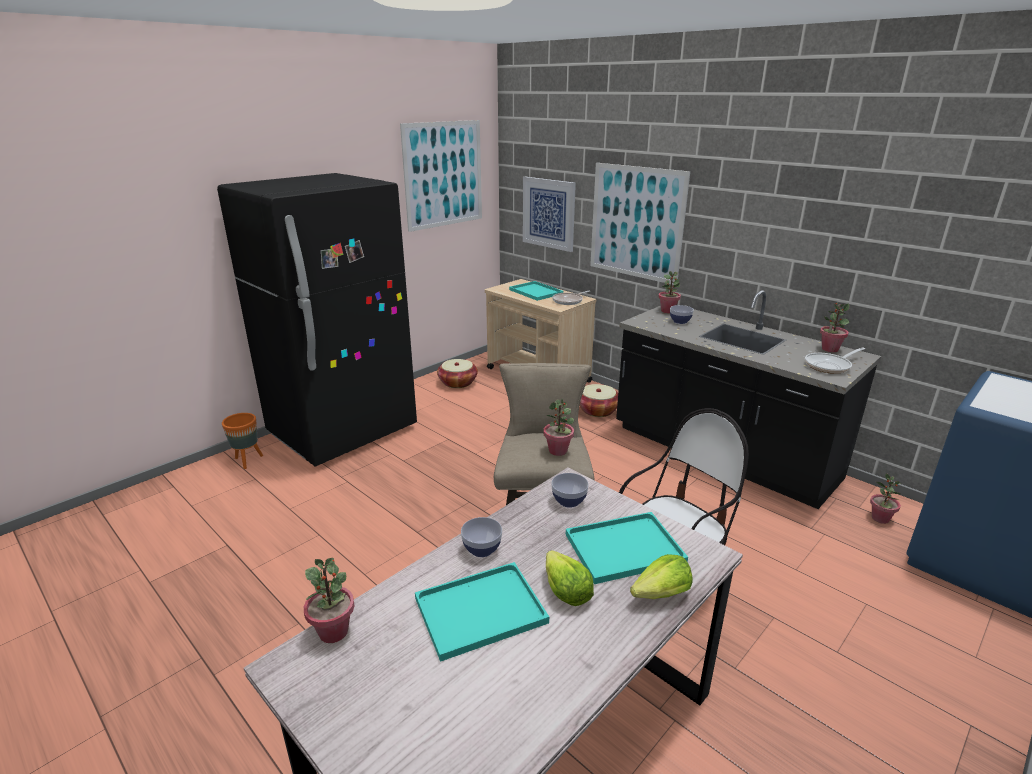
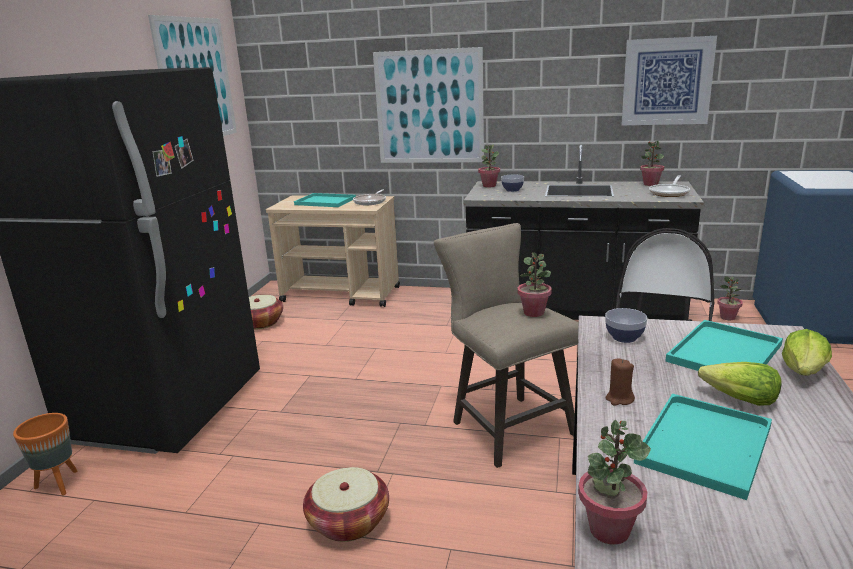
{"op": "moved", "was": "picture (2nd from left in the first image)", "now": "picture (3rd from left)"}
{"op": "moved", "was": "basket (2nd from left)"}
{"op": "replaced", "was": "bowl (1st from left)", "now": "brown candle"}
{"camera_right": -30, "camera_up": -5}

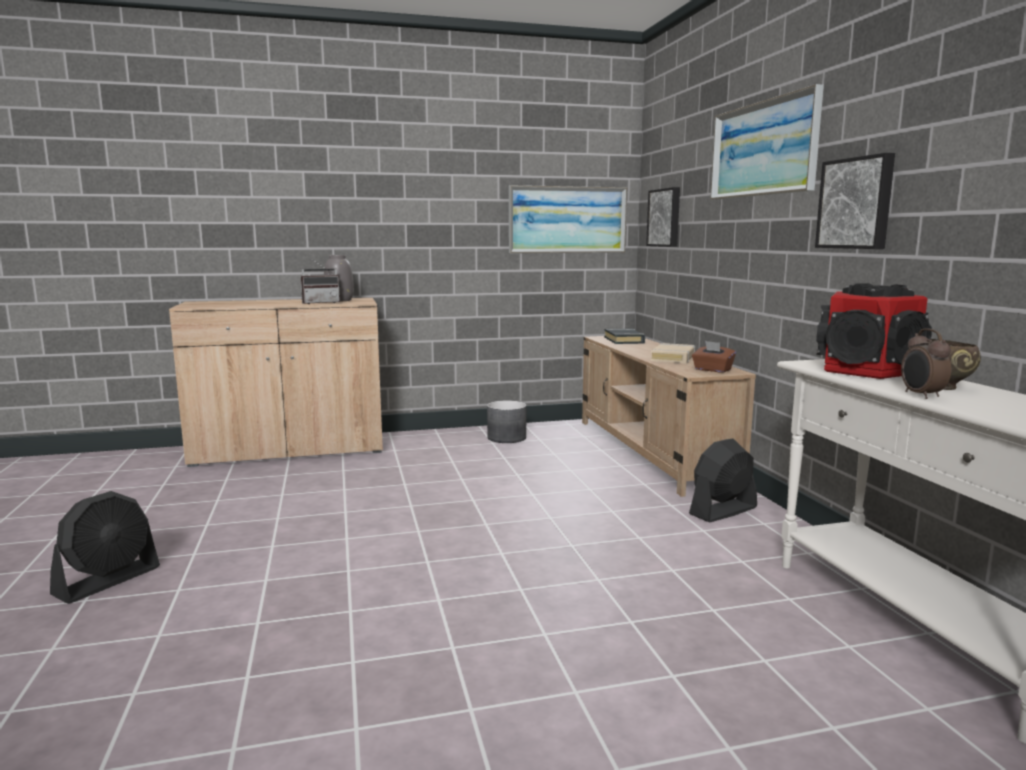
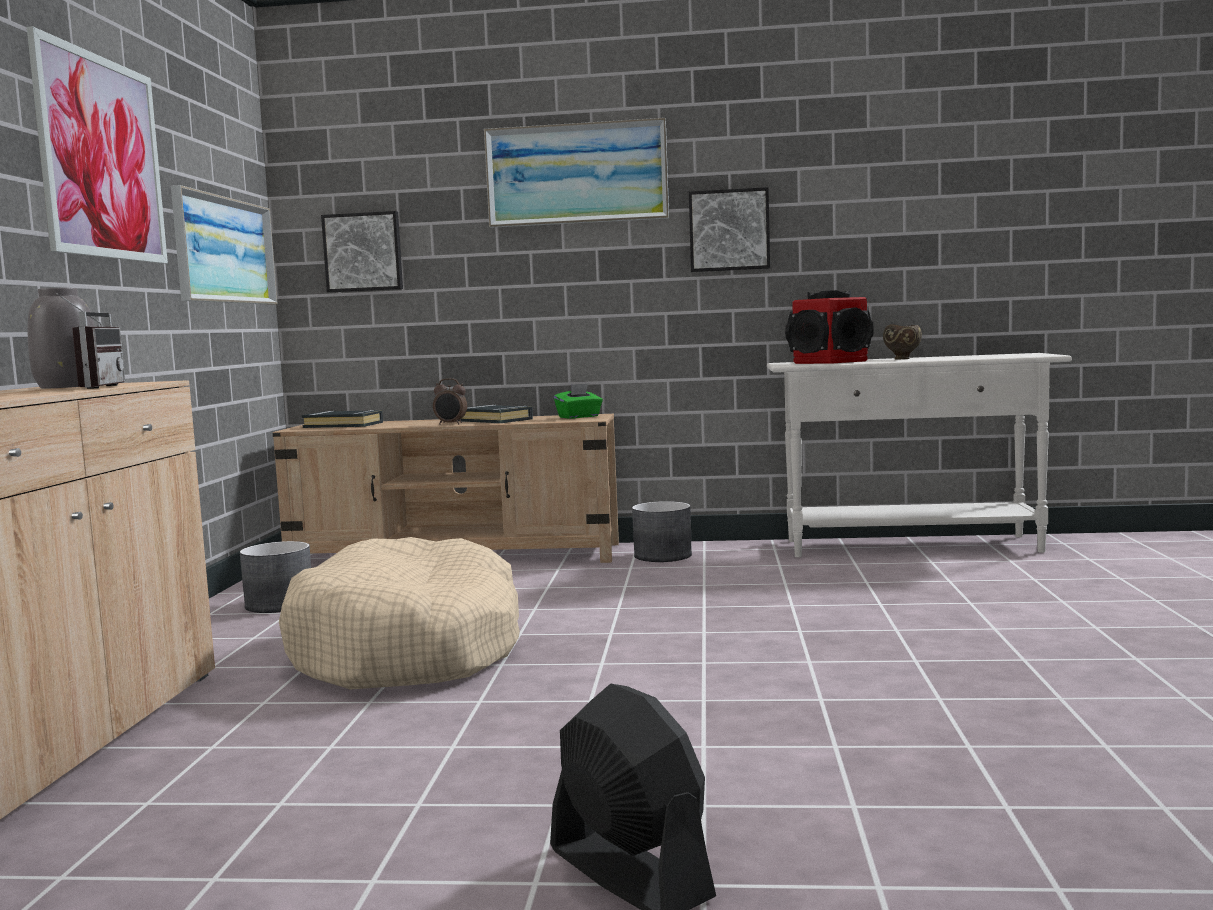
{"op": "moved", "was": "alarm clock"}
{"op": "recoloured", "was": "brown tissue box", "now": "green tissue box"}
{"op": "recoloured", "was": "beige book", "now": "black book (2nd from left)"}
{"op": "replaced", "was": "black fan (2nd from left)", "now": "grey planter (2nd from left)"}
{"op": "added", "now": "picture (1st from left)"}
{"op": "added", "now": "beige dog bed"}
{"camera_right": -70, "camera_up": -5}

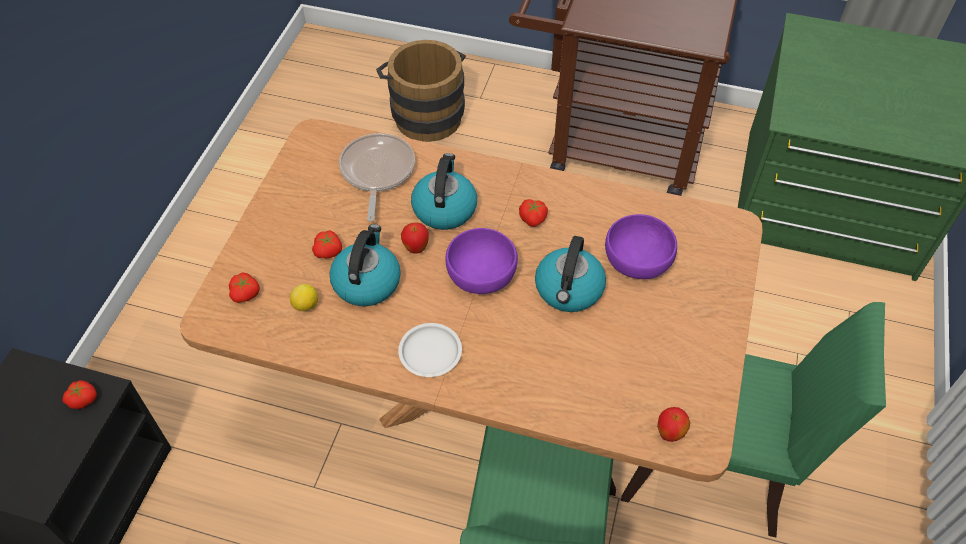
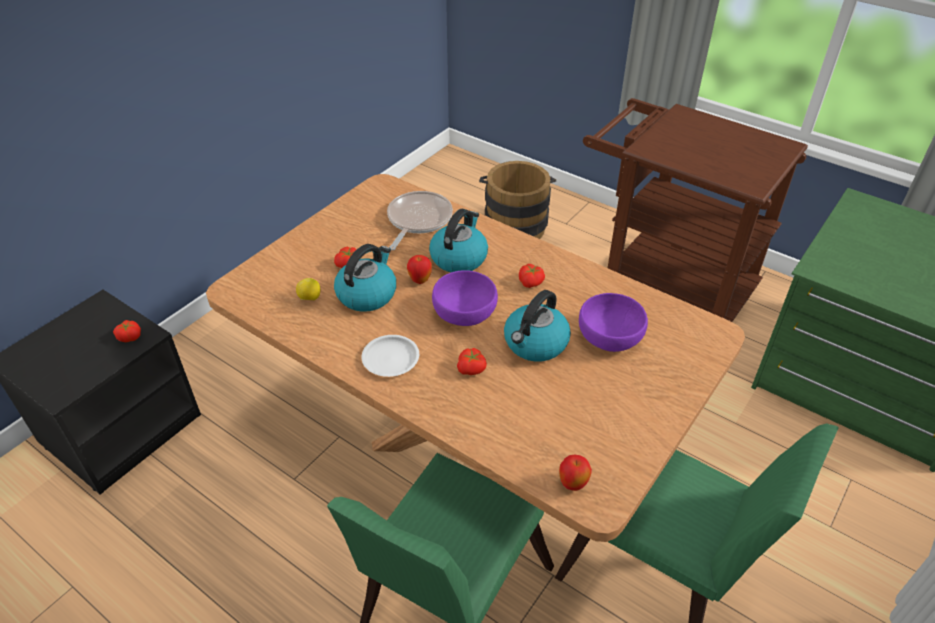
{"op": "moved", "was": "tomato (2nd from left in the first image)", "now": "tomato (3rd from left)"}
{"camera_right": 20, "camera_up": -10}

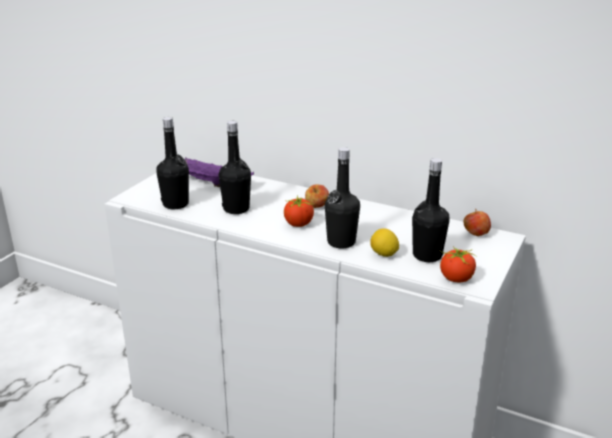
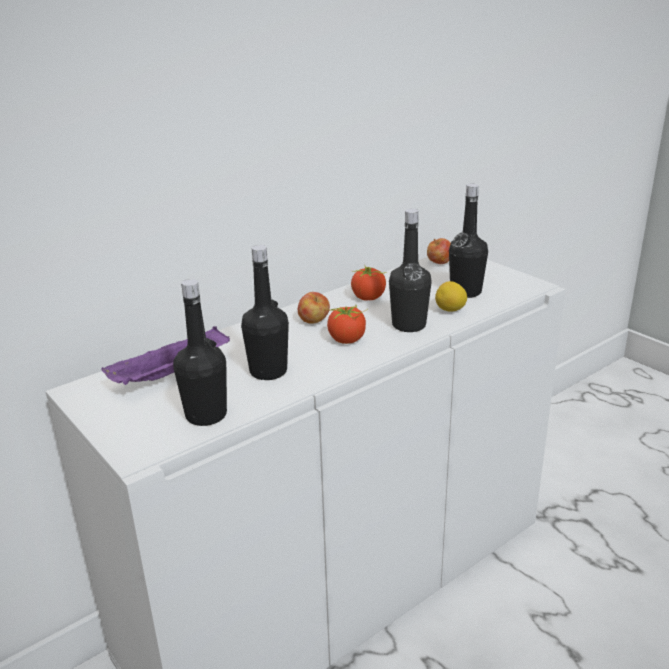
{"op": "moved", "was": "tomato (2nd from left)"}
{"camera_right": -65, "camera_up": 0}

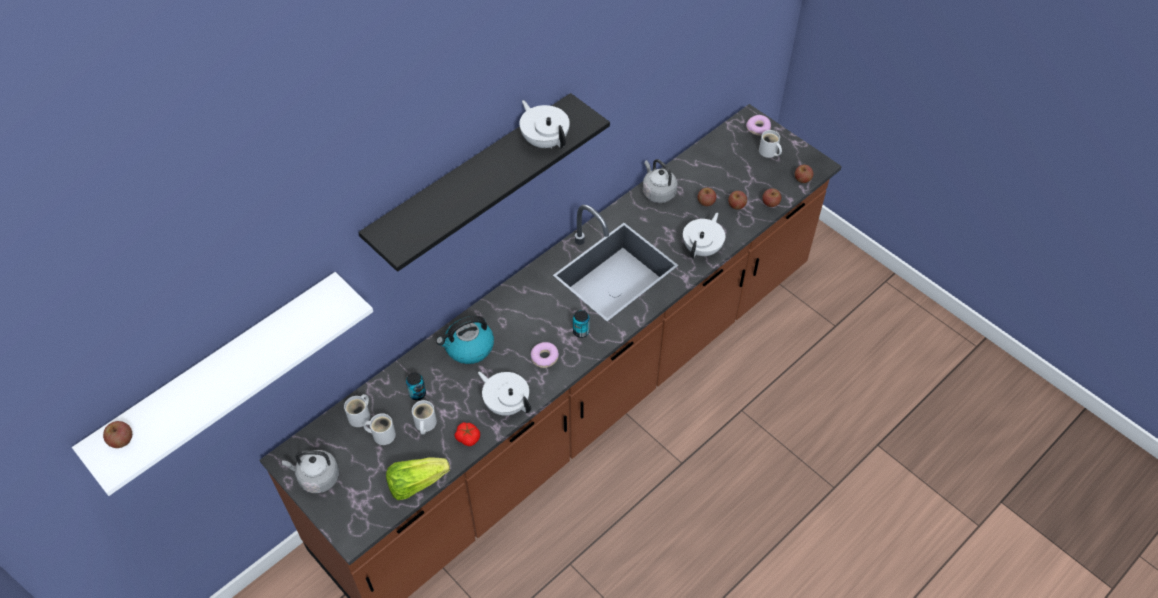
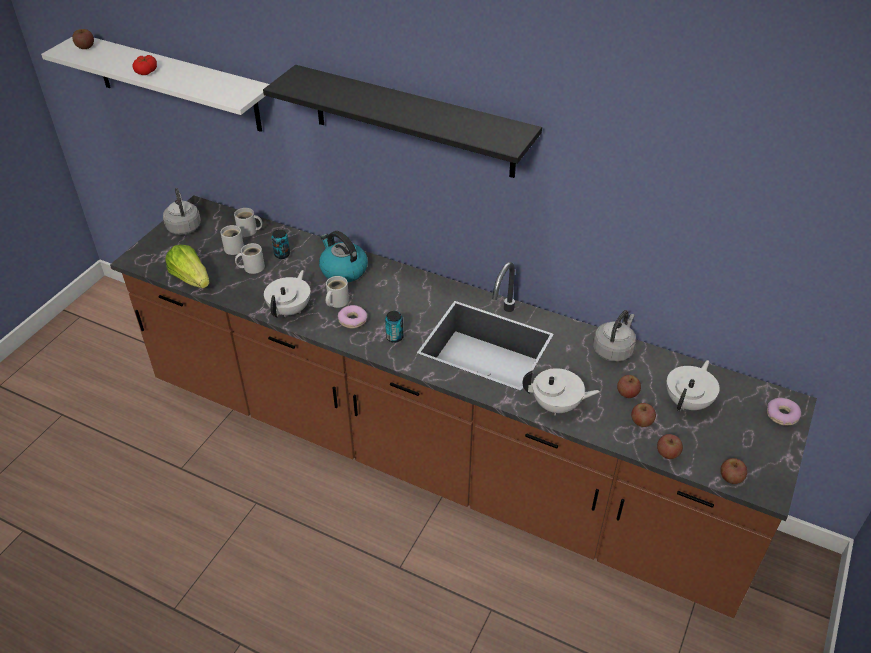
{"op": "moved", "was": "white teapot (2nd from left in the first image)", "now": "white teapot (3rd from left)"}
{"op": "moved", "was": "white mug (4th from left)"}
{"op": "moved", "was": "tomato"}
{"camera_right": 70, "camera_up": -10}

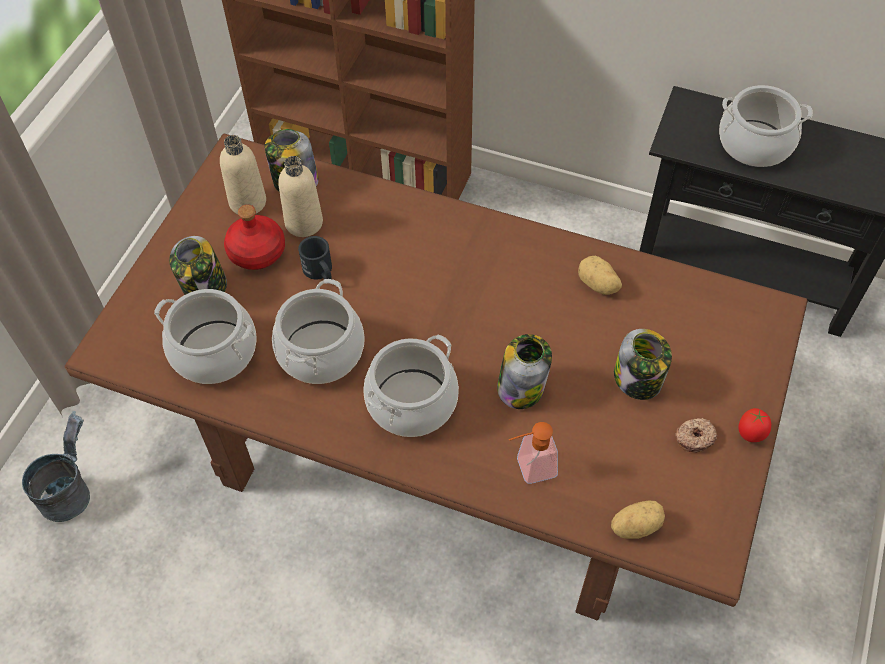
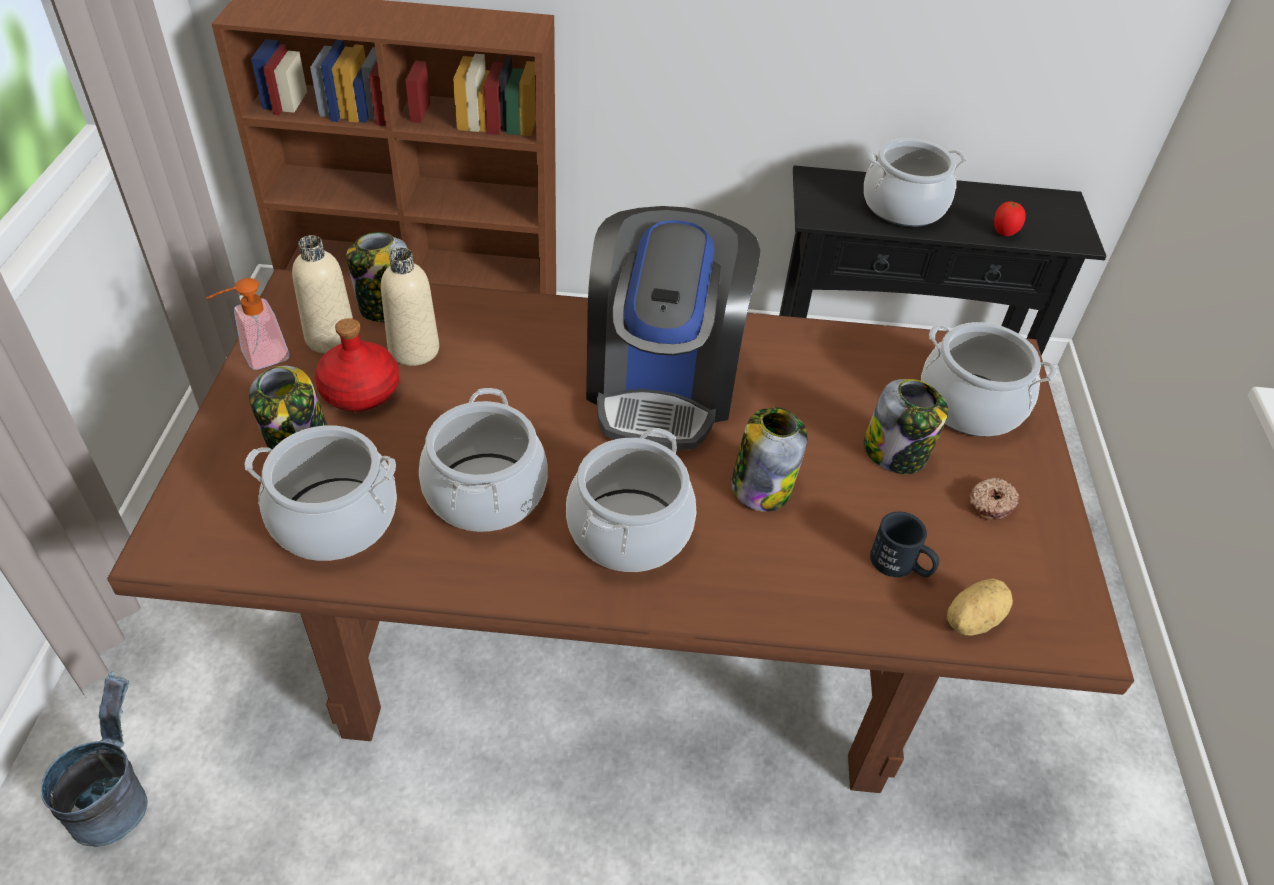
{"op": "moved", "was": "black mug"}
{"op": "removed", "was": "potato (1st from left)"}
{"op": "moved", "was": "tomato"}
{"op": "moved", "was": "soap dispenser"}
{"op": "added", "now": "coffee machine"}
{"op": "added", "now": "cooking pot (5th from left)"}
{"camera_right": -20, "camera_up": -10}

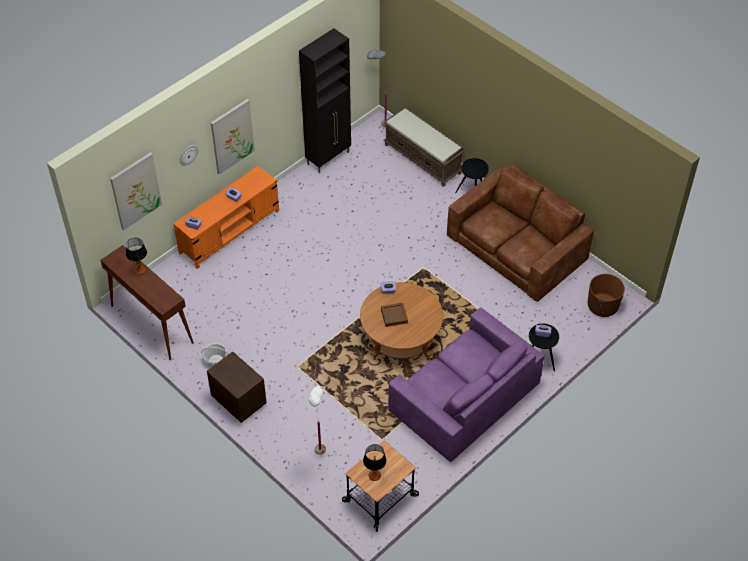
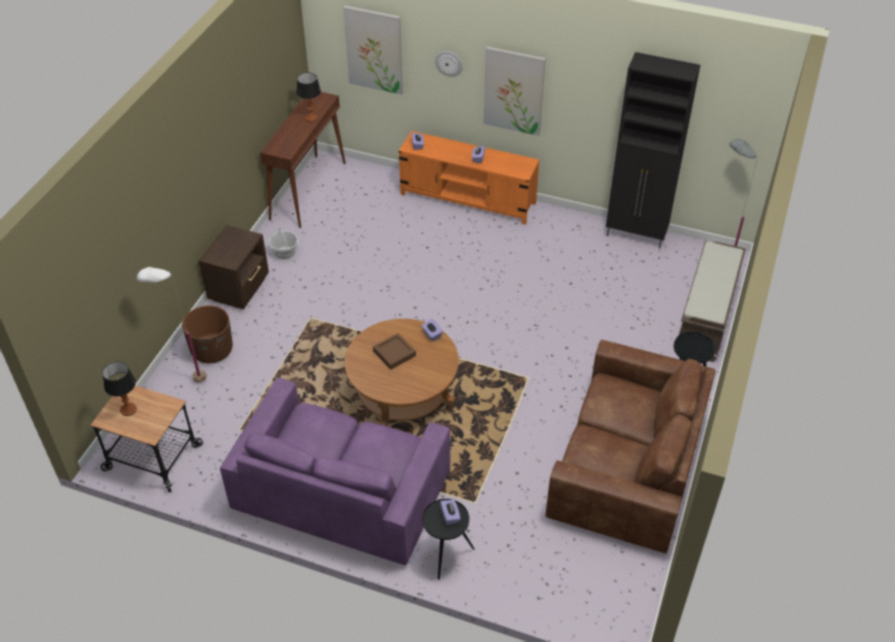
{"op": "moved", "was": "brown planter"}
{"camera_right": 65, "camera_up": -5}

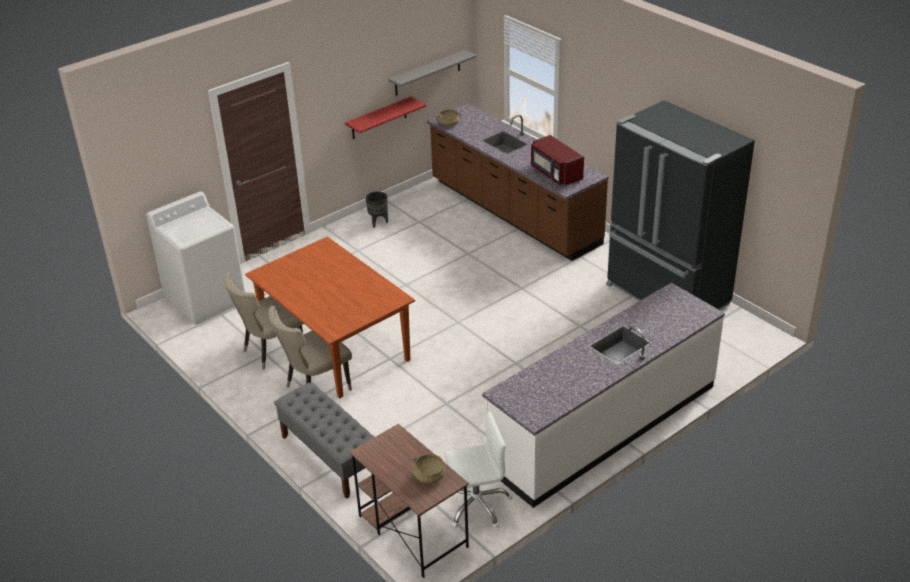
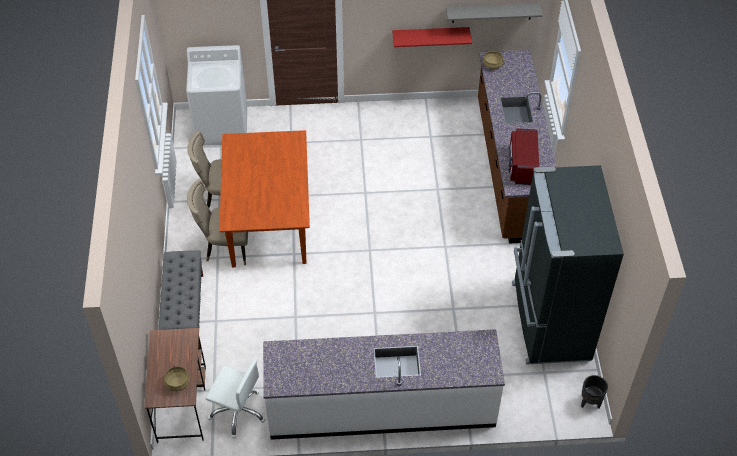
{"op": "moved", "was": "black planter"}
{"camera_right": 35, "camera_up": 15}

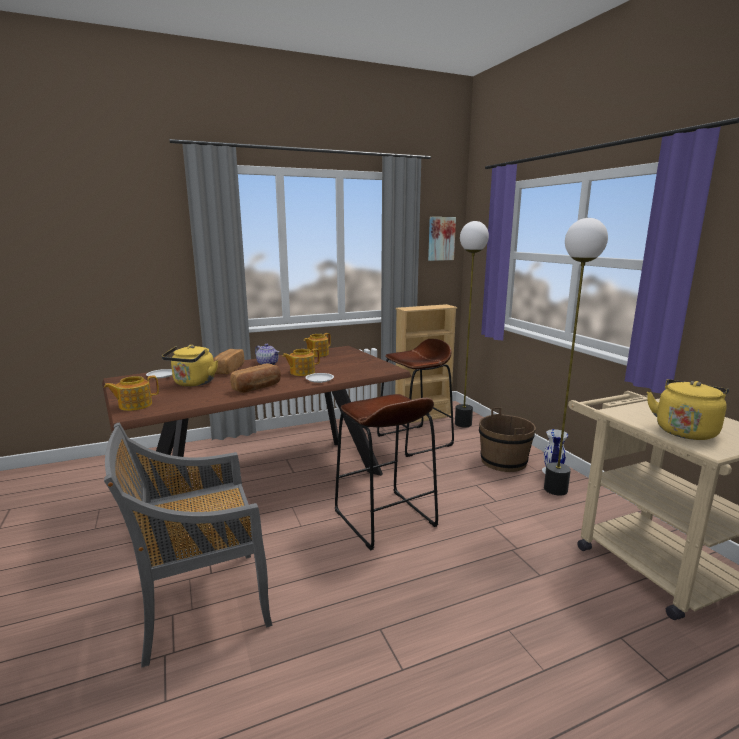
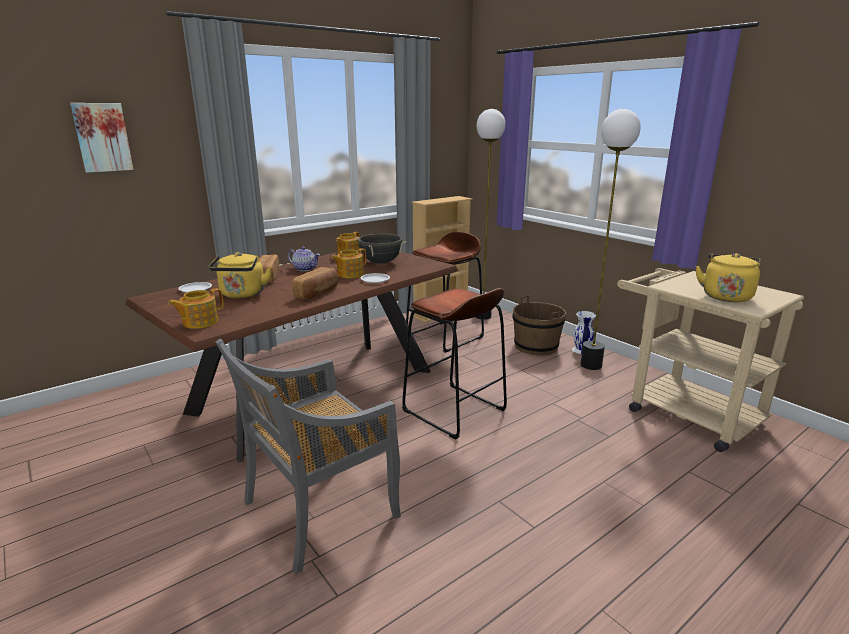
{"op": "moved", "was": "picture"}
{"op": "added", "now": "black cooking pot"}
{"camera_right": -15, "camera_up": 5}

